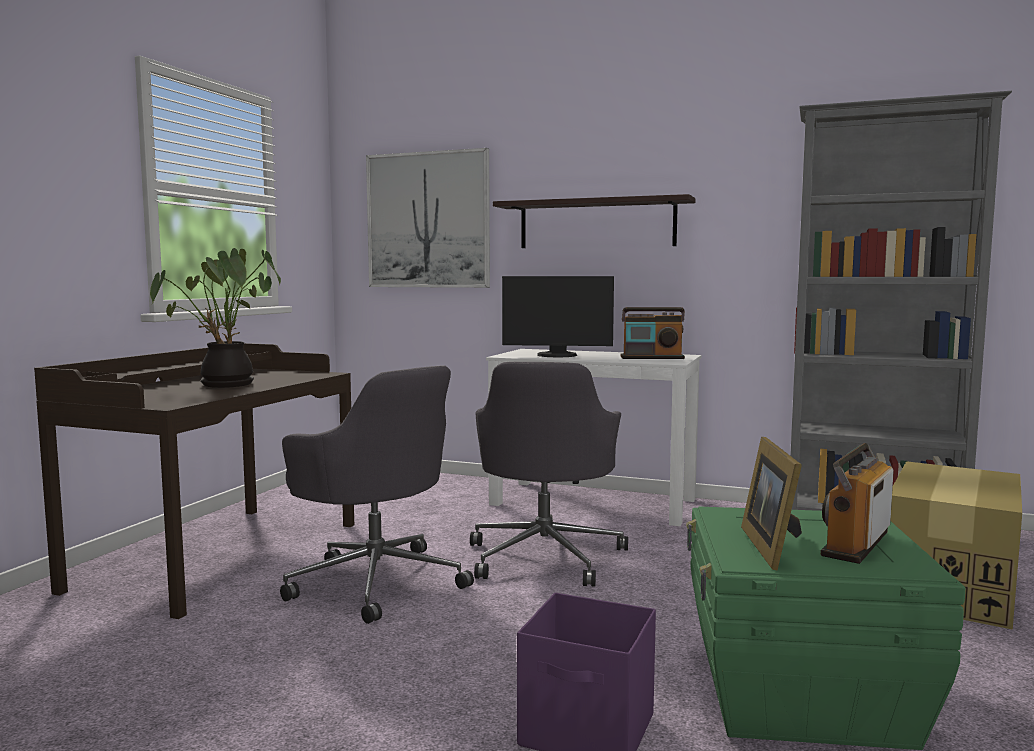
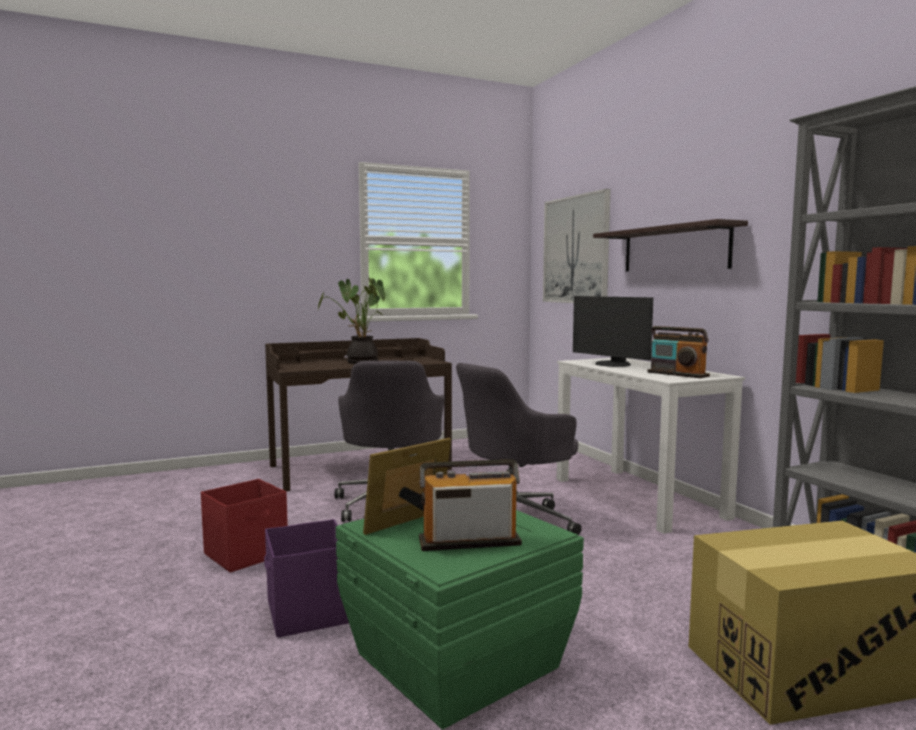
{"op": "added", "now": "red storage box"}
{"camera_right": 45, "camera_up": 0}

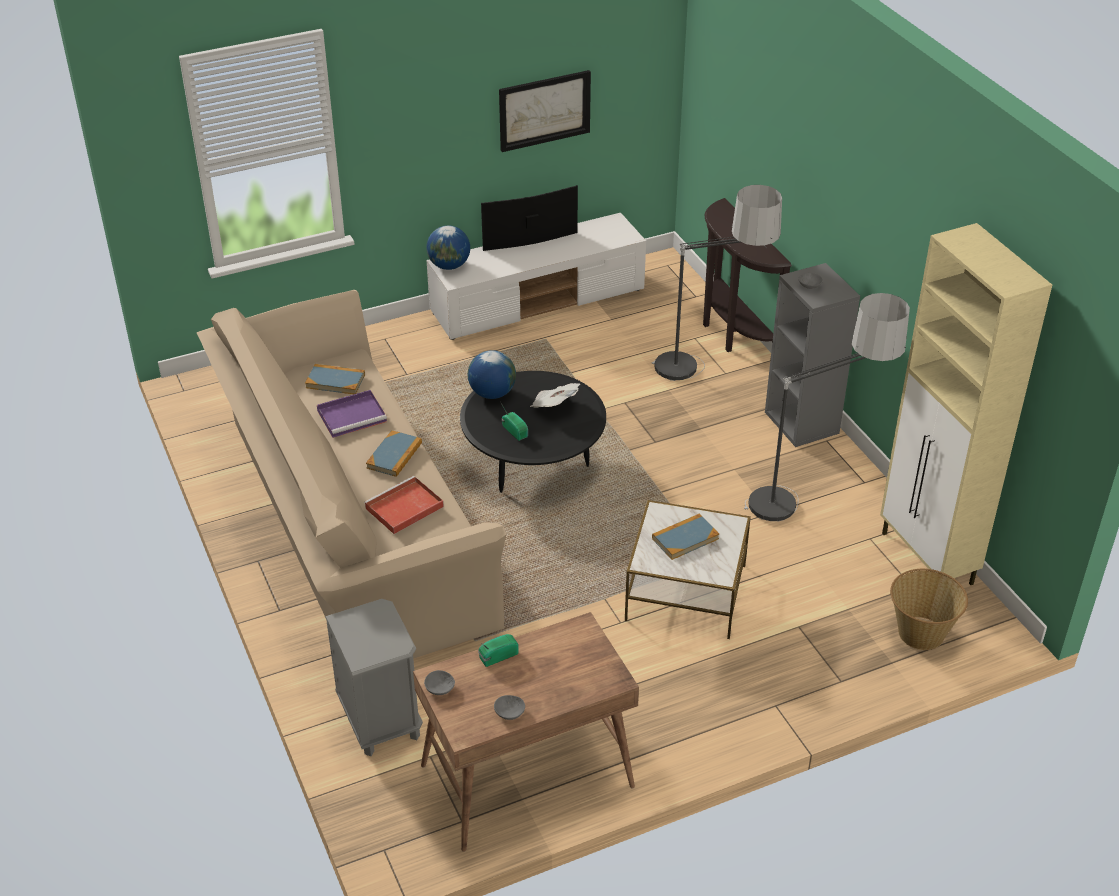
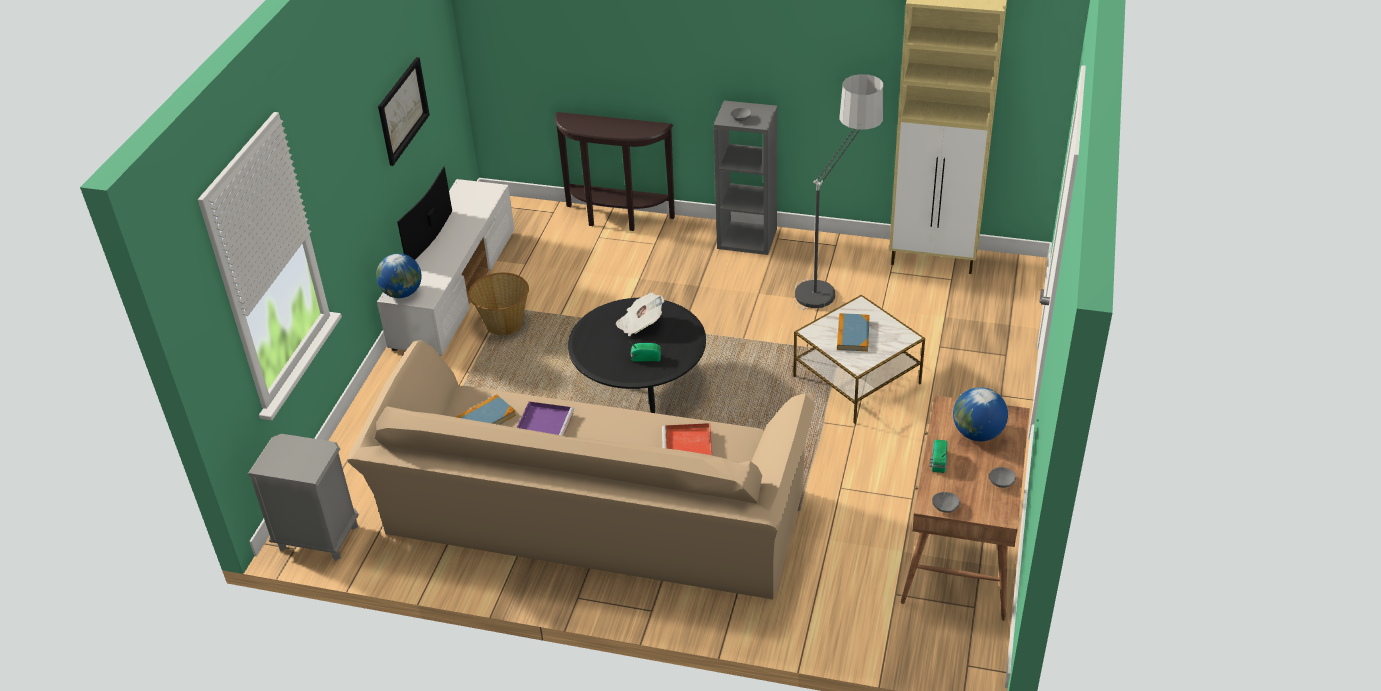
{"op": "removed", "was": "floor lamp (1st from left)"}
{"op": "moved", "was": "globe (2nd from left)"}
{"op": "removed", "was": "book (2nd from left)"}
{"op": "moved", "was": "basket"}
{"op": "moved", "was": "grey nightstand"}
{"camera_right": -50, "camera_up": 0}

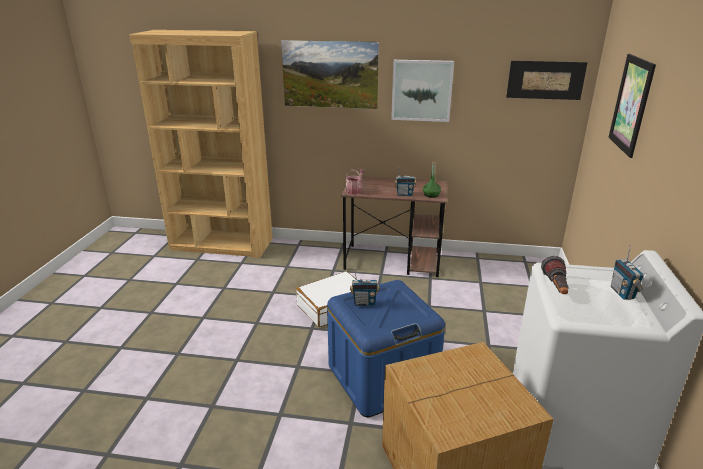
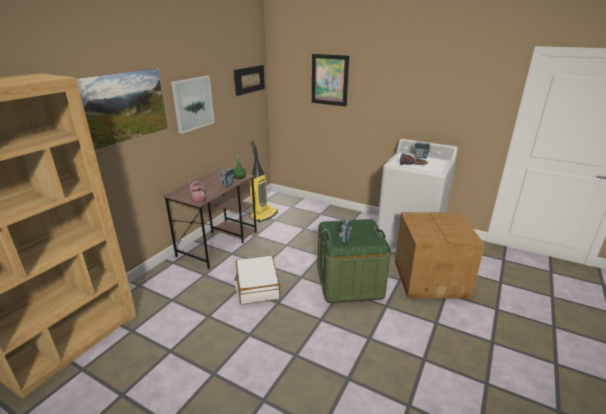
{"op": "recoloured", "was": "blue storage box", "now": "green storage box"}
{"op": "added", "now": "vacuum cleaner"}
{"camera_right": -70, "camera_up": 0}

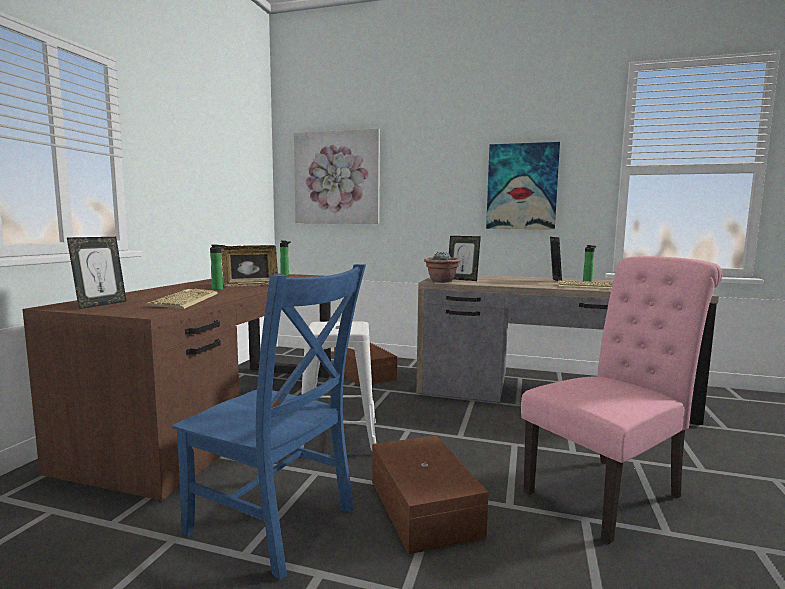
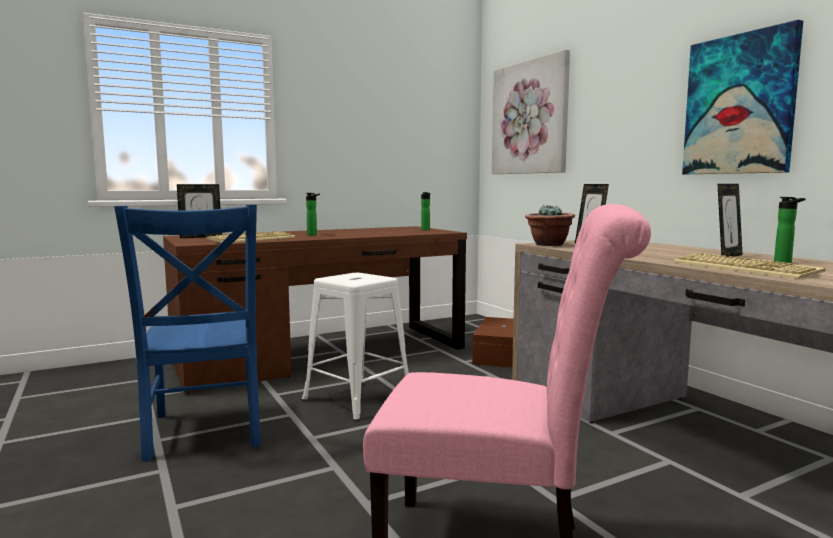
{"op": "removed", "was": "picture frame (2nd from left)"}
{"op": "removed", "was": "brown storage box (2nd from left)"}
{"camera_right": 45, "camera_up": 0}

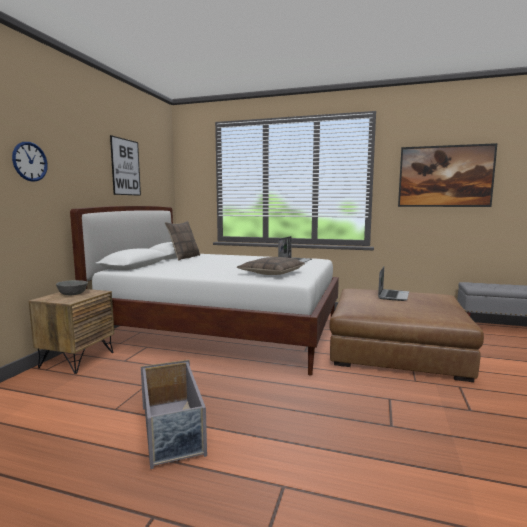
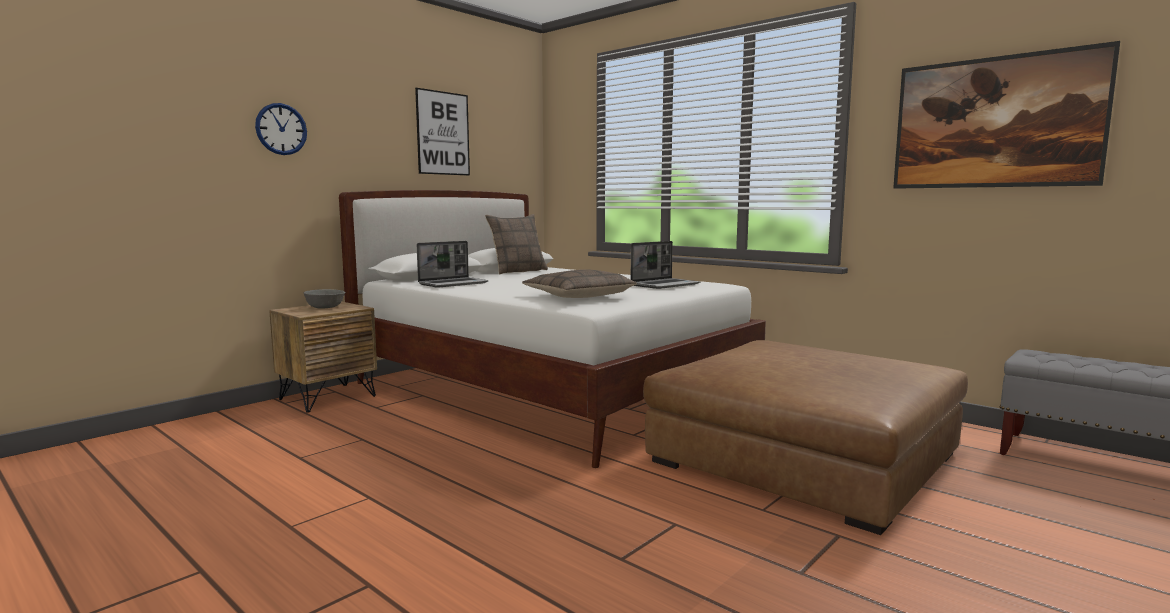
{"op": "moved", "was": "laptop (2nd from left in the first image)", "now": "laptop (1st from left)"}
{"op": "removed", "was": "grey storage box"}
{"camera_right": 25, "camera_up": 0}

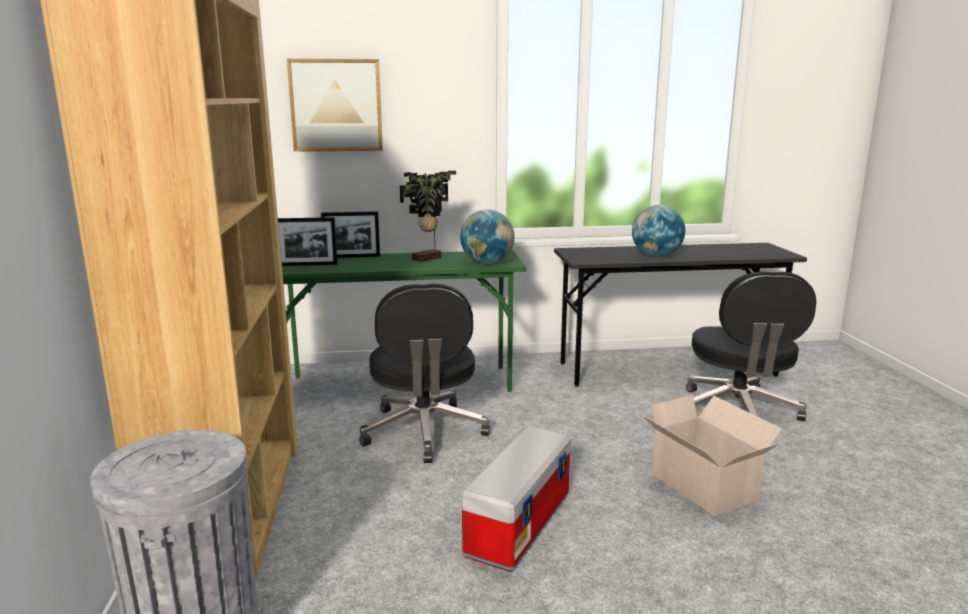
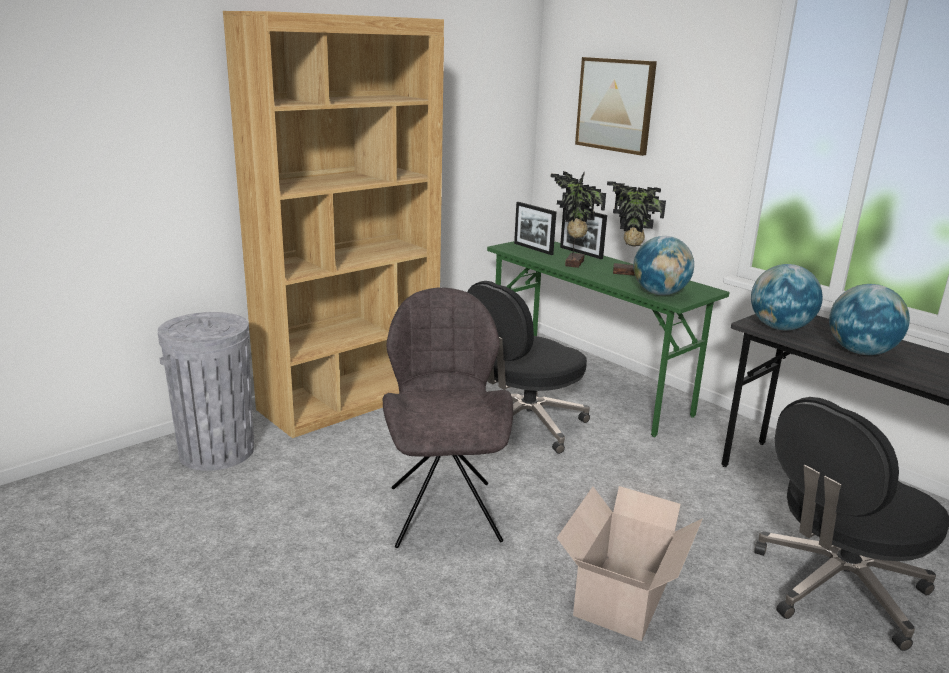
{"op": "replaced", "was": "storage box", "now": "grey chair"}
{"op": "added", "now": "potted plant (1st from left)"}
{"op": "added", "now": "globe (2nd from left)"}
{"camera_right": 55, "camera_up": 5}

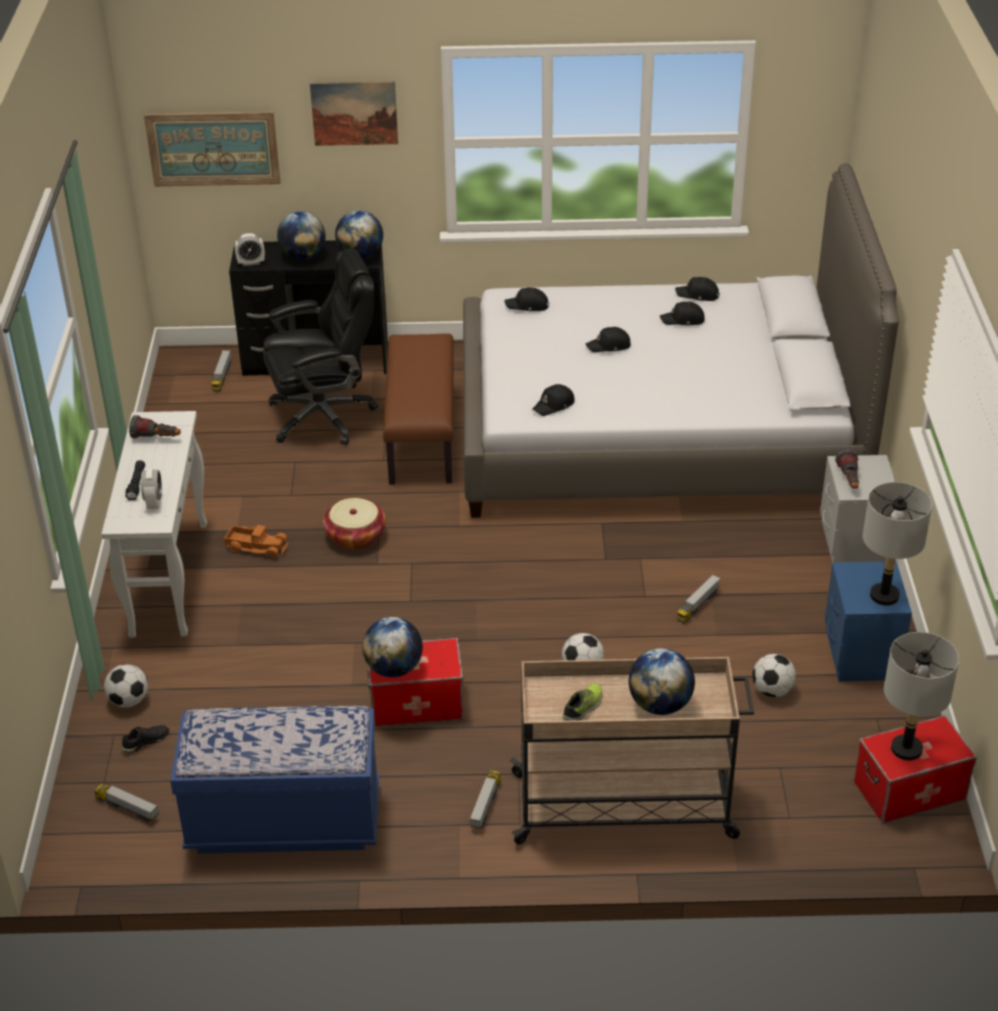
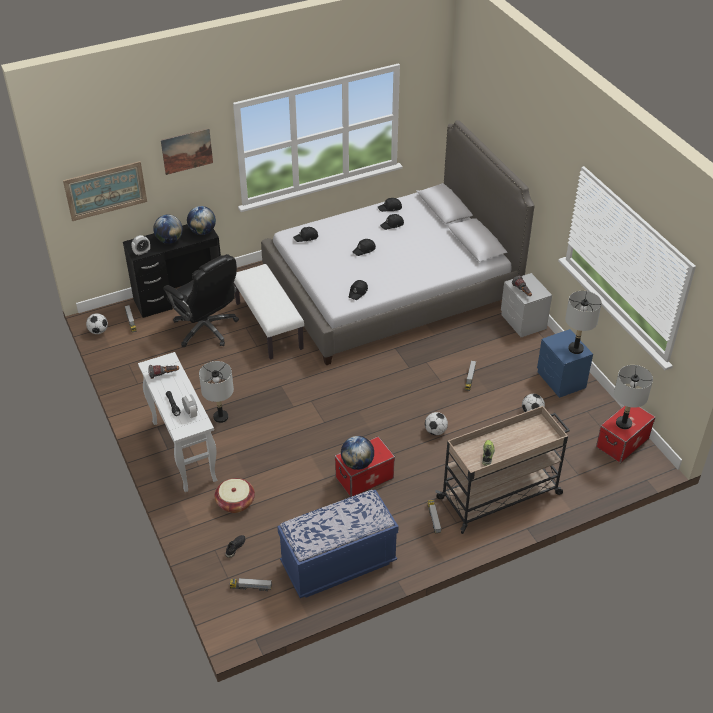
{"op": "turned", "was": "black office chair", "clockwise": 90}
{"op": "recoloured", "was": "brown bench", "now": "white bench"}
{"op": "moved", "was": "basket"}
{"op": "replaced", "was": "toy truck (3rd from left)", "now": "grey table lamp (1st from left)"}
{"op": "removed", "was": "globe (4th from left)"}
{"op": "moved", "was": "football (1st from left)"}
{"camera_right": -25, "camera_up": 5}

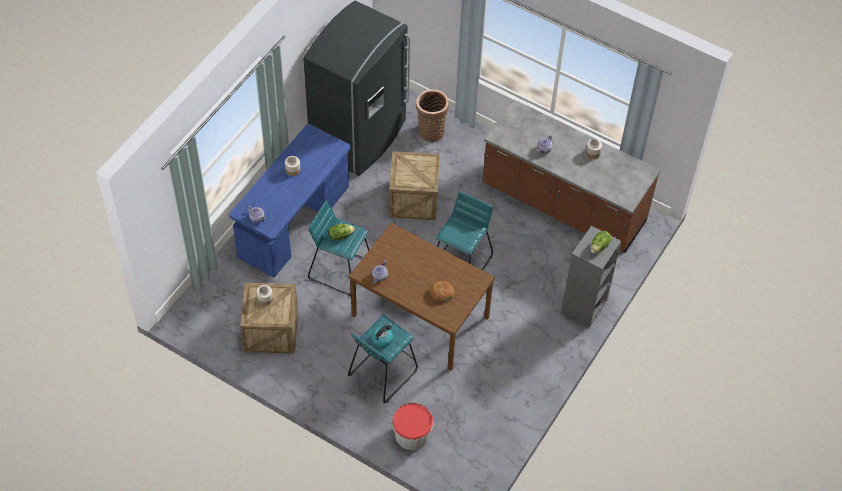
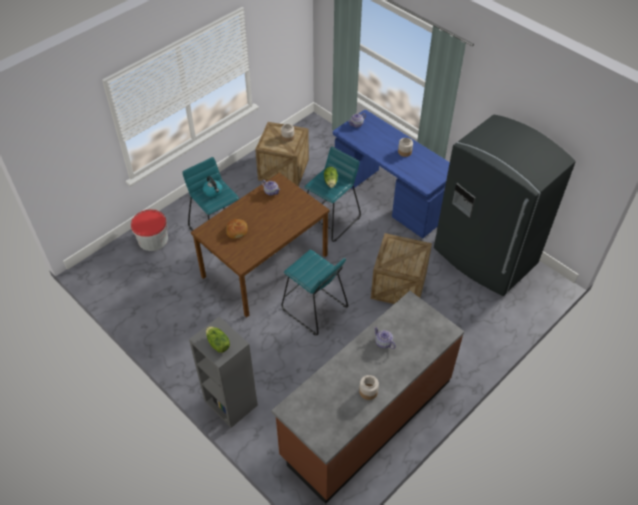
{"op": "removed", "was": "basket"}
{"camera_right": 105, "camera_up": -5}

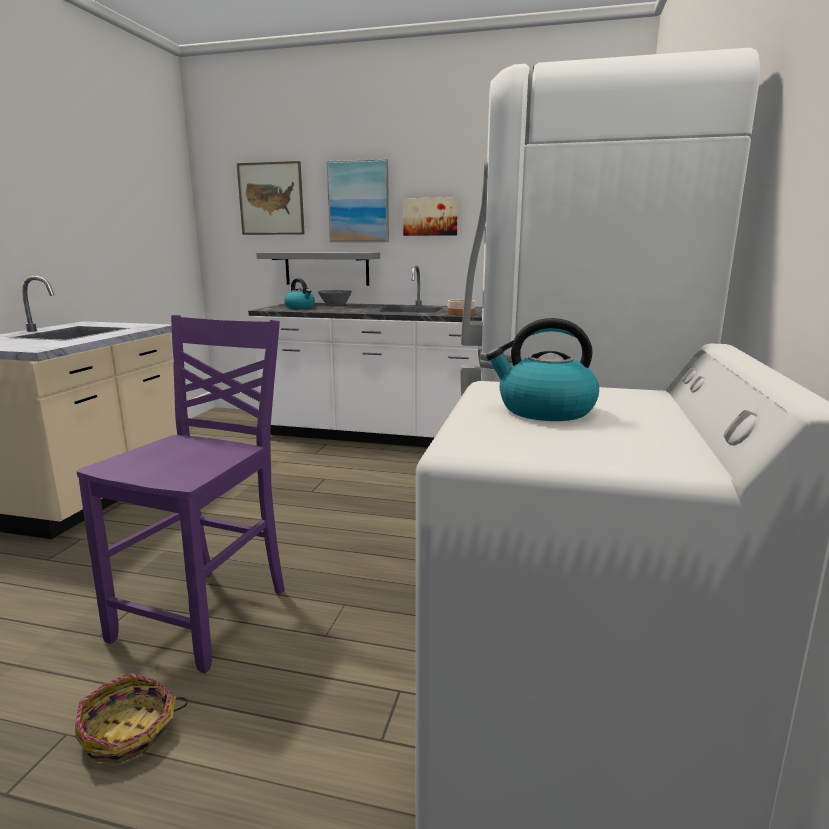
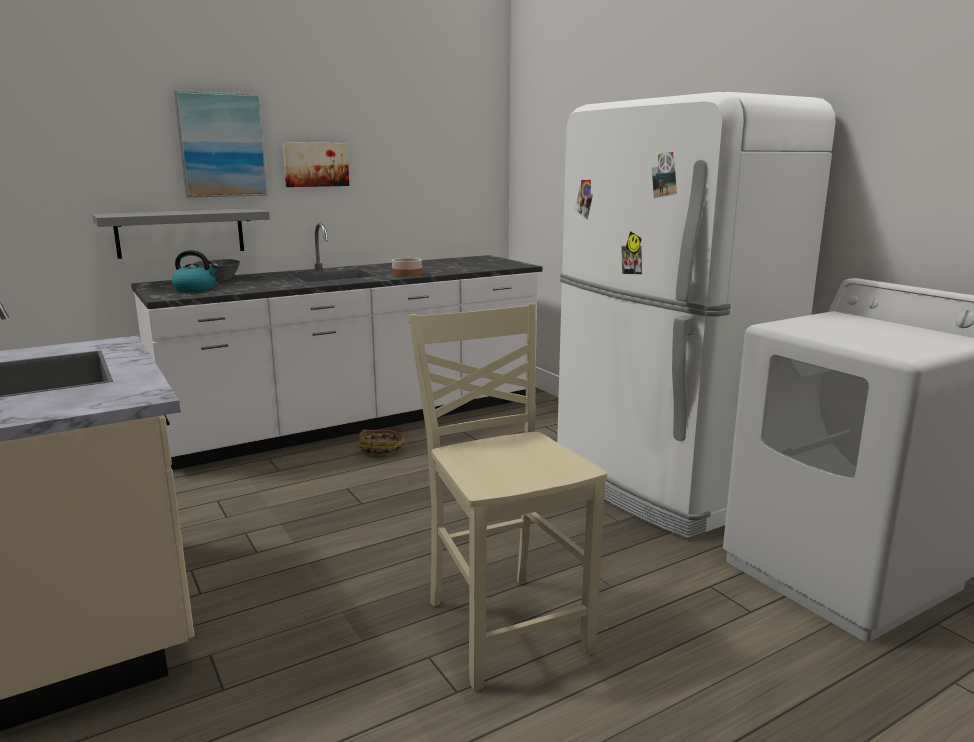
{"op": "removed", "was": "picture (1st from left)"}
{"op": "recoloured", "was": "purple chair", "now": "beige chair"}
{"op": "removed", "was": "kettle (2nd from left)"}
{"op": "moved", "was": "basket"}
{"camera_right": -45, "camera_up": 0}

